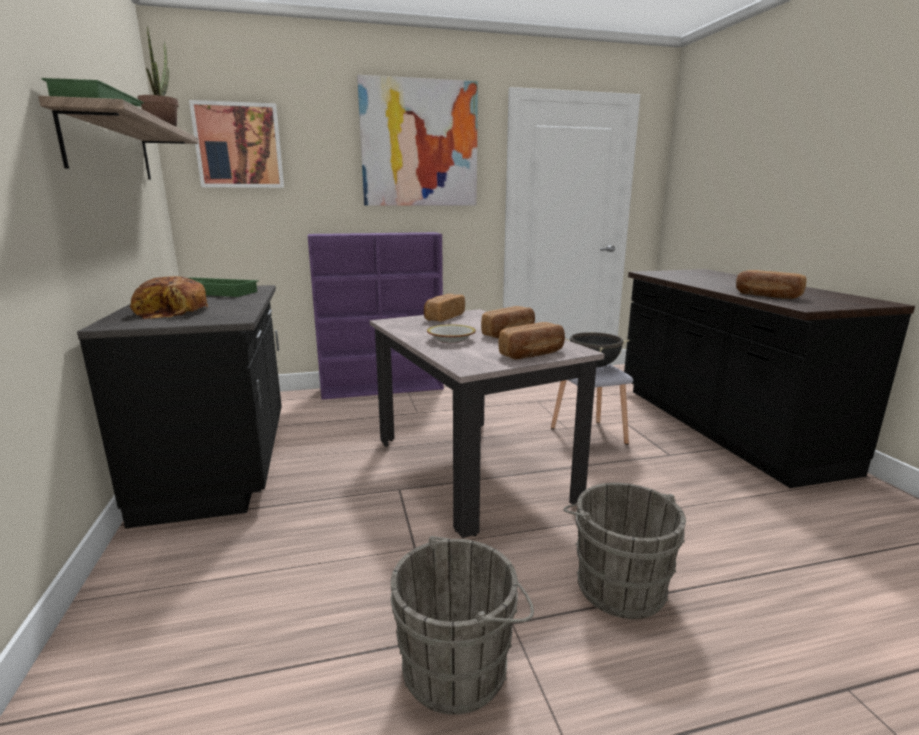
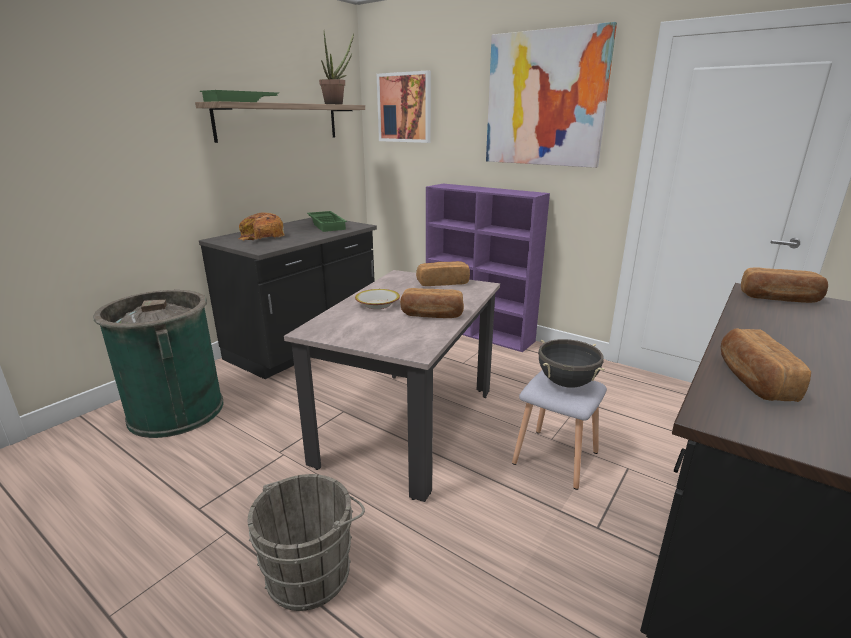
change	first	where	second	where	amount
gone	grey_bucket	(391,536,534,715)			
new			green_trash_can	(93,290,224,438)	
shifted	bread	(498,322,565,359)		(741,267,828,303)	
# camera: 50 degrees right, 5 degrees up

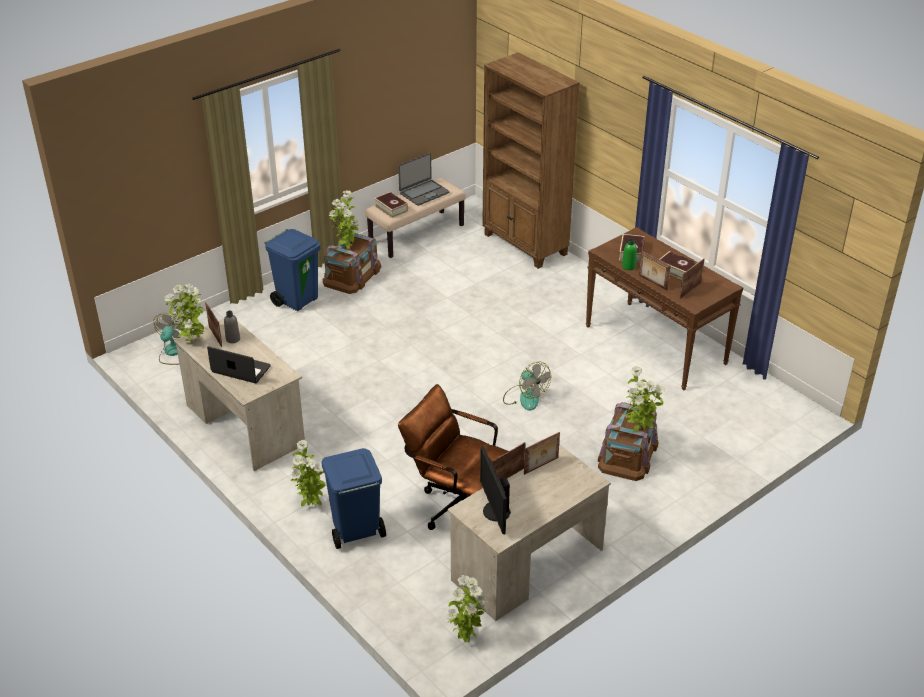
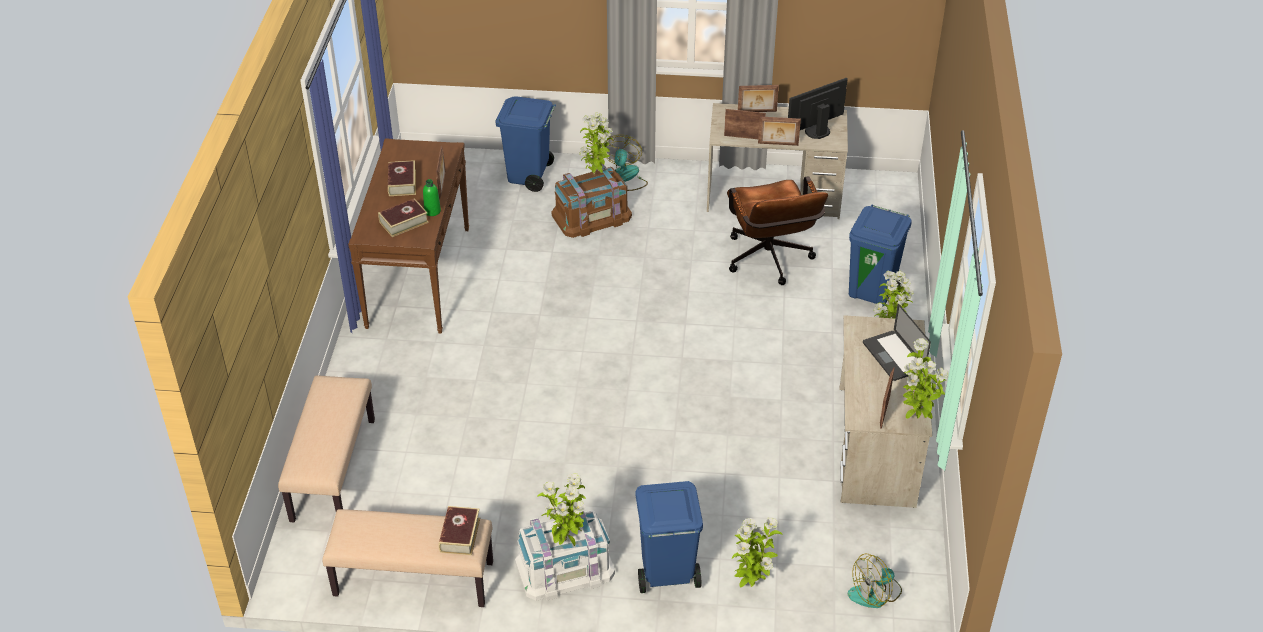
change	first	where	second	where	amount
gone	grey_bottle	(224,311,240,343)			
gone	laptop	(398,153,450,206)			
new			blue_trash_can	(495,96,556,192)	
shifted	potted_plant	(446,575,488,643)		(732,517,783,587)	
shifted	fan	(503,362,551,411)		(605,135,648,191)	
shifted	picture_frame	(680,259,704,299)		(738,85,779,112)	
swapped	brown_bookcase	(482,52,580,269)	beige_bench	(278,375,375,522)	
repainted	brown_storage_box	(323,233,381,294)	white_storage_box	(515,511,615,601)	
rotated	monitor	(480,446,511,535)		(788,78,848,139)	150 degrees counterclockwise
# camera: 135 degrees left, 5 degrees up

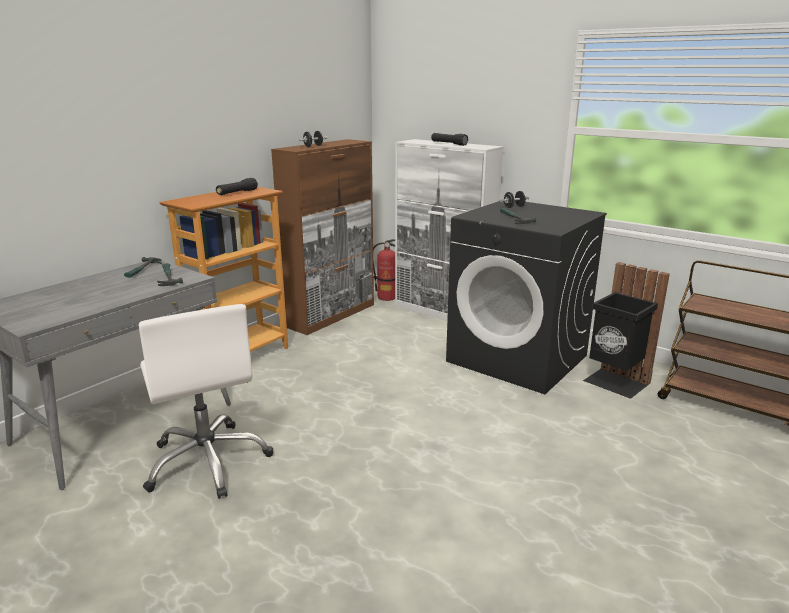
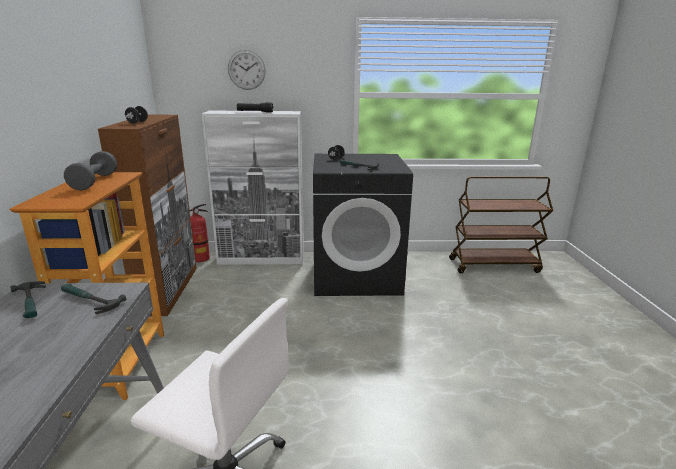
change	first	where	second	where	amount
gone	black_trash_can	(583,262,670,399)			
new			wall_clock	(228,50,266,90)	
swapped	black_flashlight	(216,178,258,195)	grey_dumbbell	(64,151,117,191)	
# camera: 40 degrees left, 0 degrees up

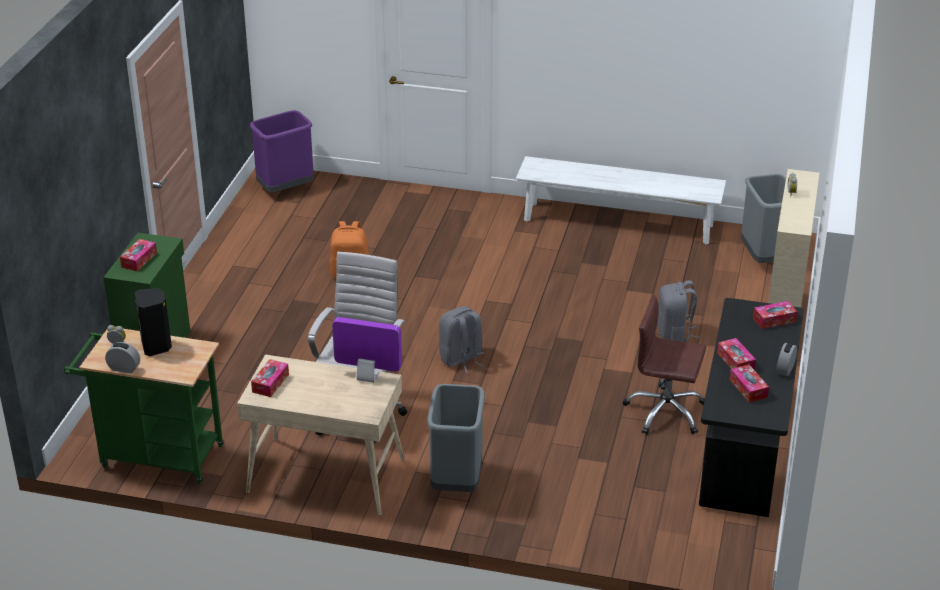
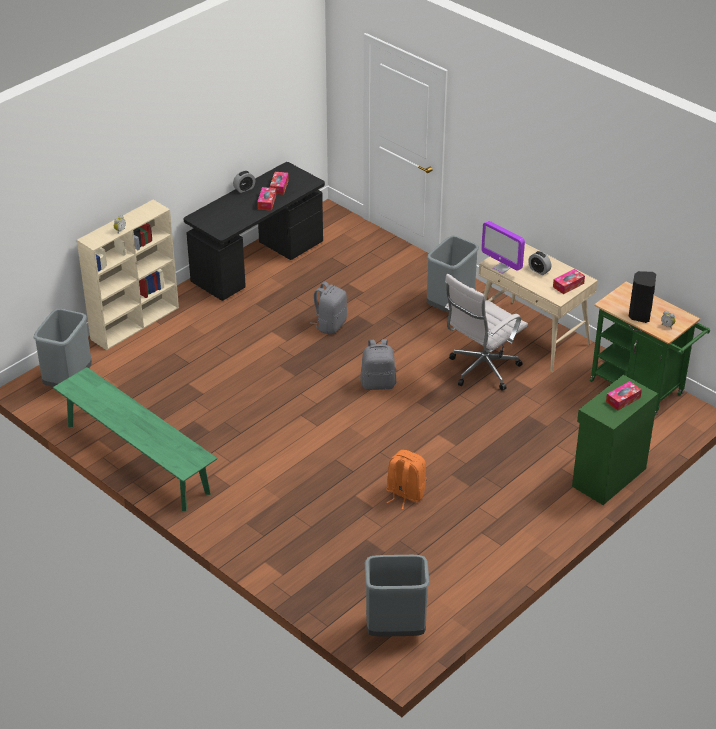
change	first	where	second	where	amount
gone	brown_office_chair	(623,295,706,435)			
gone	tissue_box	(753,301,797,329)			
shifted	alarm_clock	(105,342,140,373)		(528,251,551,275)	
shifted	grey_backpack	(657,280,700,342)		(310,281,347,334)	
repainted	purple_trash_can	(250,110,314,192)	grey_trash_can	(365,555,430,637)	
repainted	white_bench	(516,156,726,244)	green_bench	(53,367,217,511)	
# camera: 150 degrees left, 5 degrees up

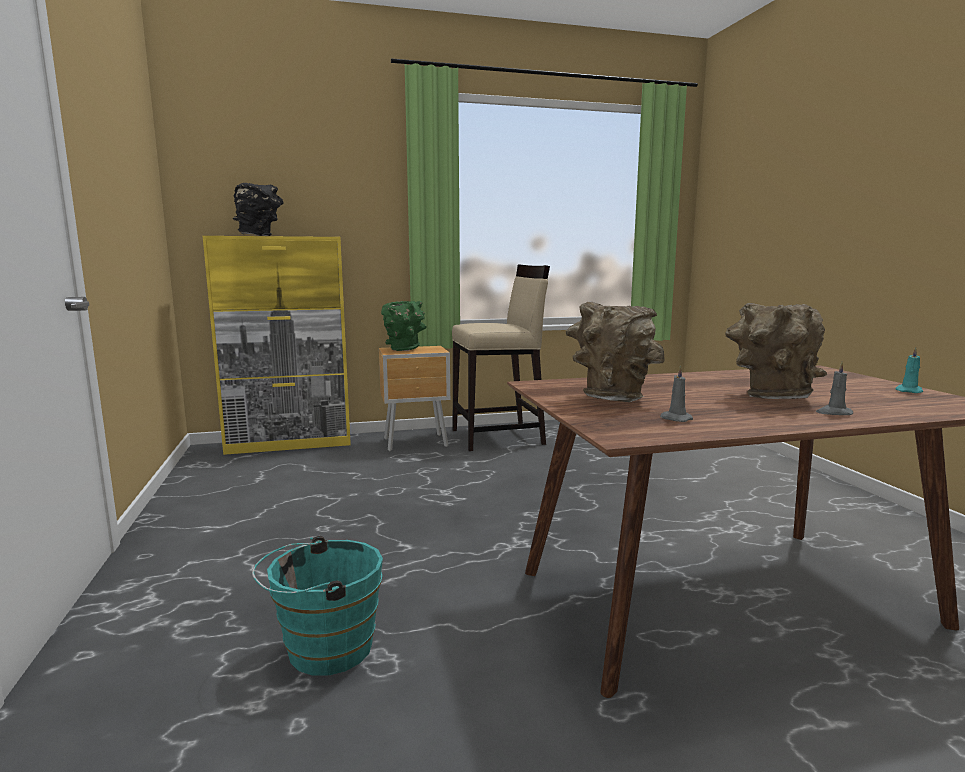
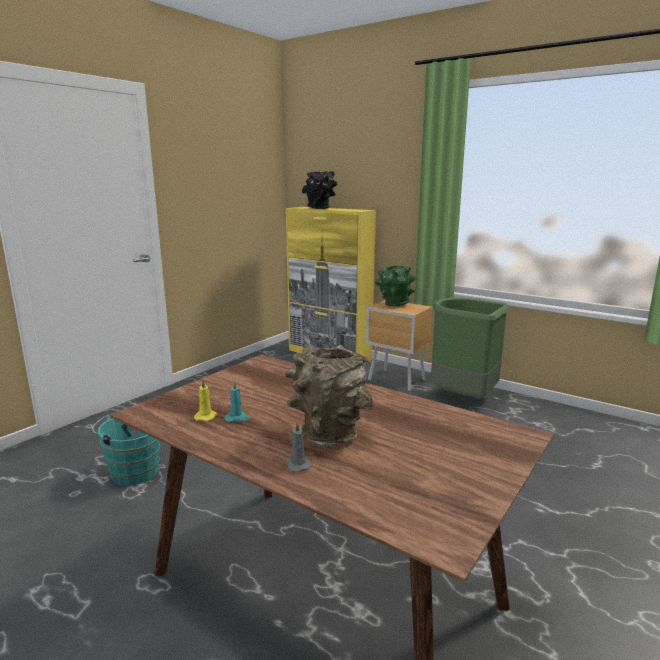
change	first	where	second	where	amount
gone	brown_vase	(566,301,665,402)			
shifted	turquoise_candle	(895,347,923,393)		(225,380,251,422)	
swapped	beige_stool	(452,264,550,451)	green_trash_can	(431,298,510,399)	
repainted	grey_candle	(660,366,693,422)	yellow_candle	(194,380,217,421)	
# camera: 50 degrees right, 5 degrees up

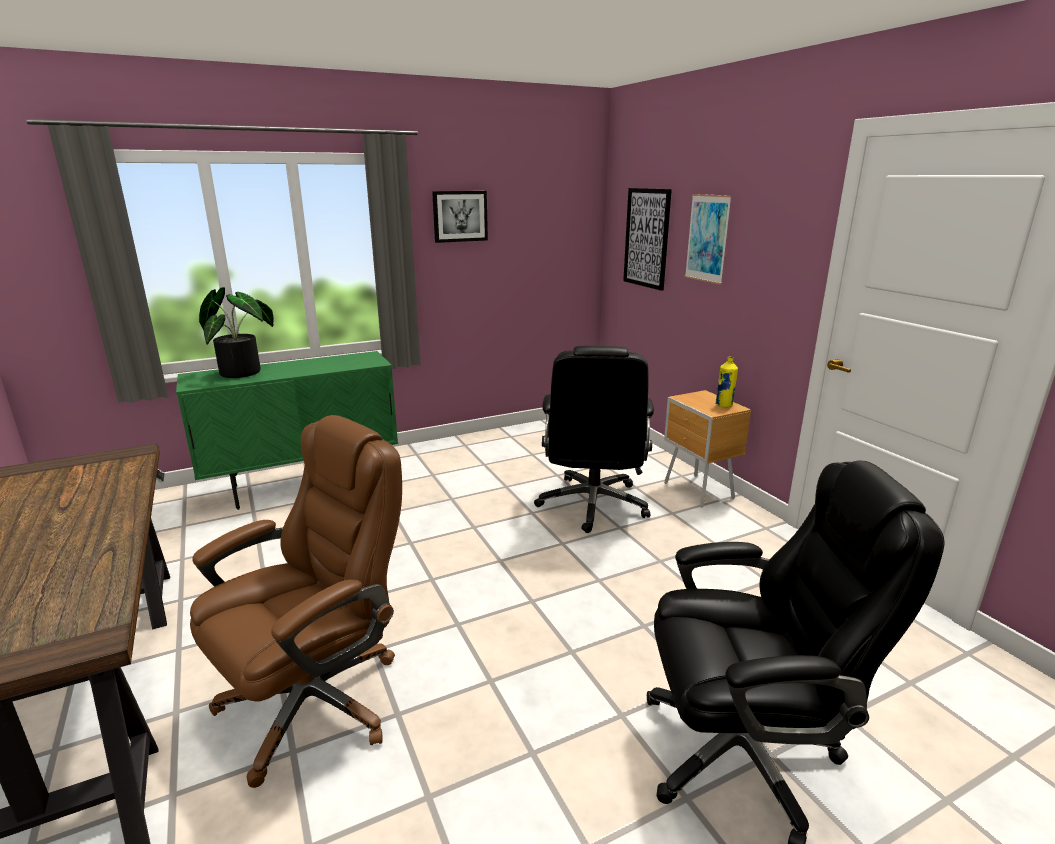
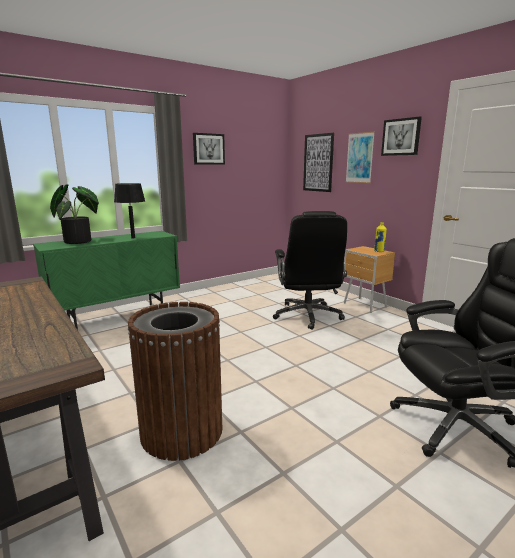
change	first	where	second	where	amount
new			black_table_lamp	(114,183,145,238)	
new			picture	(381,117,422,156)	
swapped	brown_office_chair	(190,415,402,788)	brown_trash_can	(128,302,222,461)	
# camera: 10 degrees left, 5 degrees down

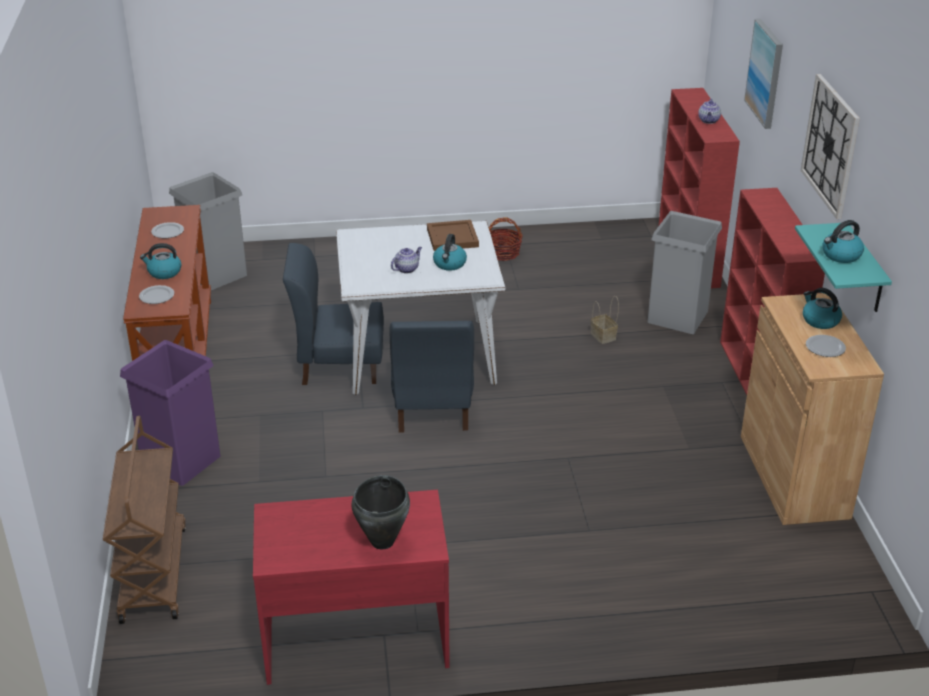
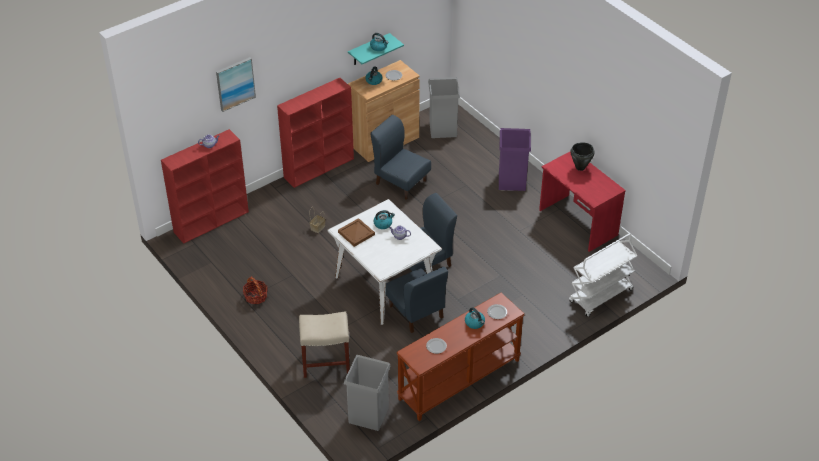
change	first	where	second	where	amount
gone	wall_clock	(801,74,860,219)			
new			beige_stool	(299,311,350,378)	
new			blue_chair	(371,115,431,200)	
shifted	purple_trash_can	(120,340,220,486)		(499,128,531,191)	
shifted	grey_trash_can	(648,211,722,334)		(428,77,460,138)	
repainted	brown_cart	(103,416,186,624)	white_cart	(569,233,638,317)	
# camera: 120 degrees left, 10 degrees up

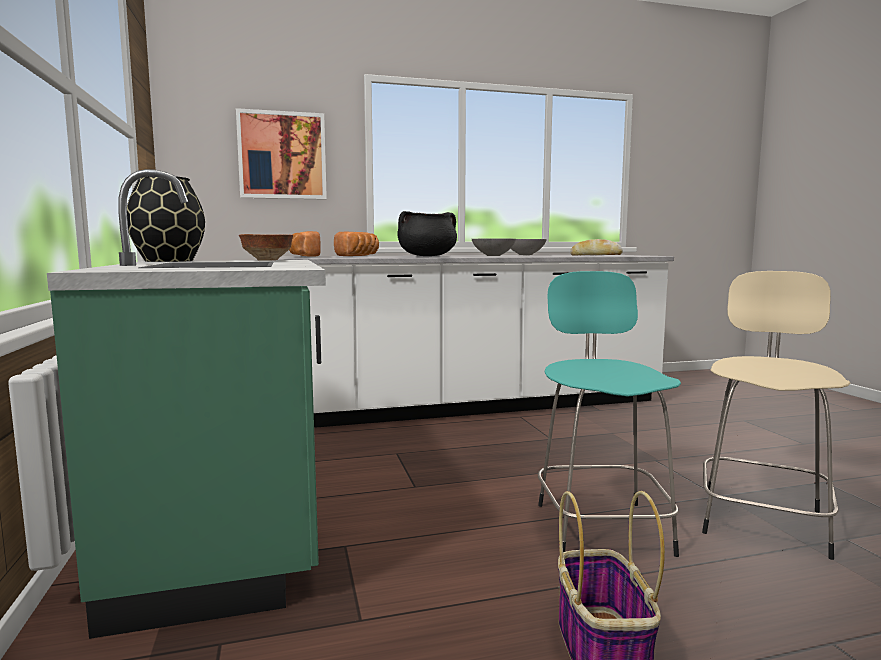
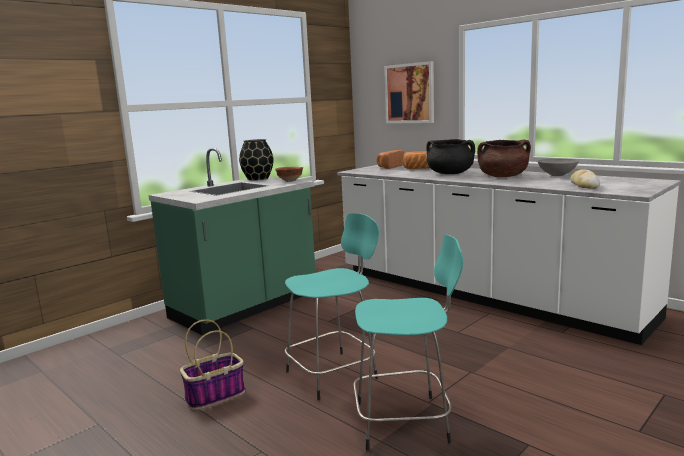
change	first	where	second	where	amount
swapped	grey_bowl	(472,239,516,256)	brown_cooking_pot	(477,139,531,177)	
repainted	beige_stool	(702,271,850,560)	turquoise_stool	(353,235,463,451)	
# camera: 60 degrees right, 5 degrees up

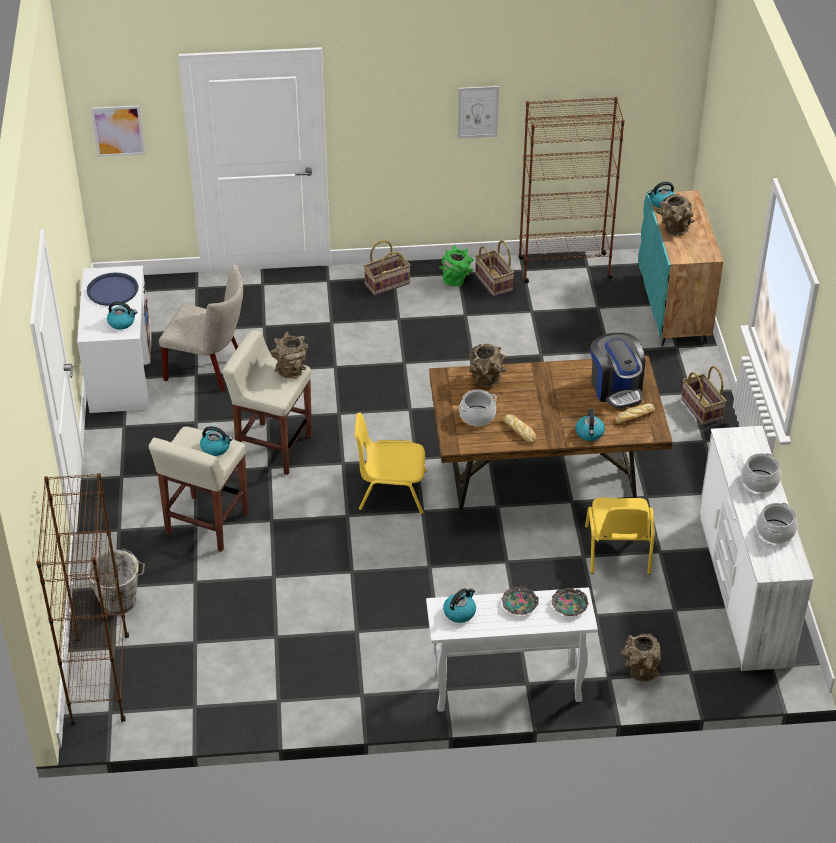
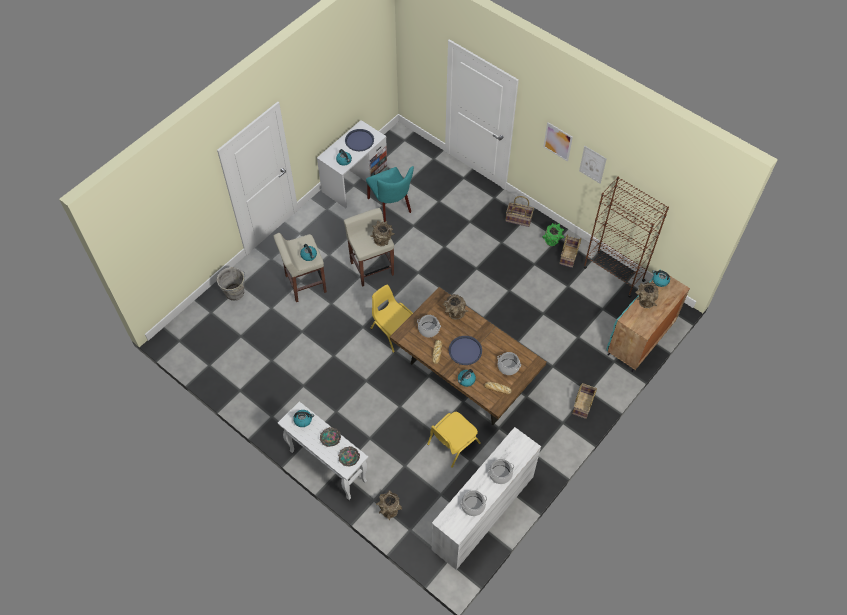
change	first	where	second	where	amount
gone	brown_bookcase	(36,473,129,725)			
new			blue_tray	(448,336,482,365)	
shifted	picture	(91,105,146,157)		(543,122,573,162)	
swapped	coffee_machine	(591,333,645,409)	cooking_pot	(497,352,521,375)	
repainted	beige_chair	(159,264,243,392)	turquoise_chair	(366,166,414,222)	
# camera: 45 degrees right, 15 degrees up

